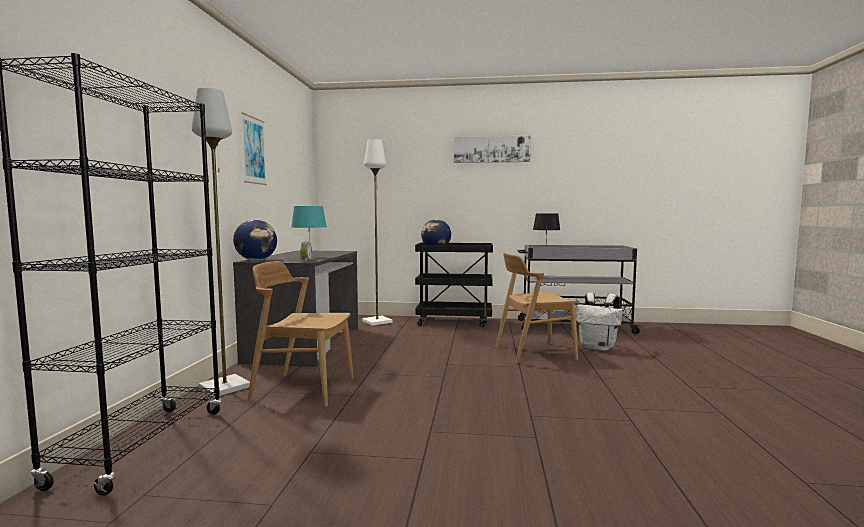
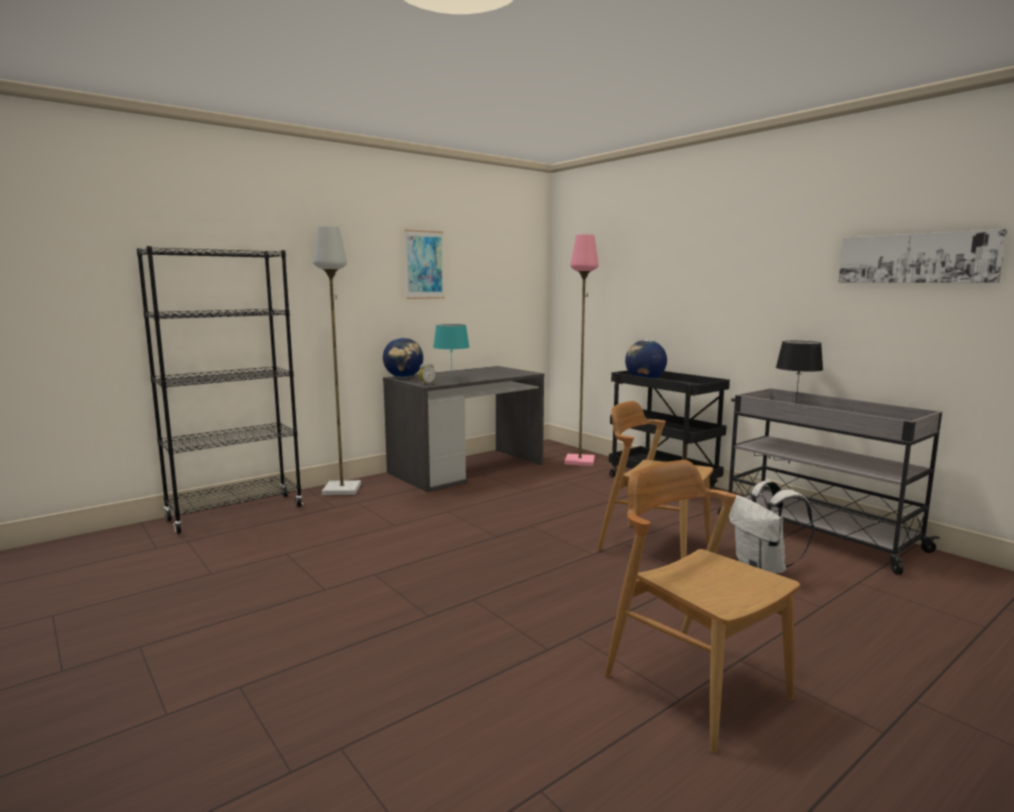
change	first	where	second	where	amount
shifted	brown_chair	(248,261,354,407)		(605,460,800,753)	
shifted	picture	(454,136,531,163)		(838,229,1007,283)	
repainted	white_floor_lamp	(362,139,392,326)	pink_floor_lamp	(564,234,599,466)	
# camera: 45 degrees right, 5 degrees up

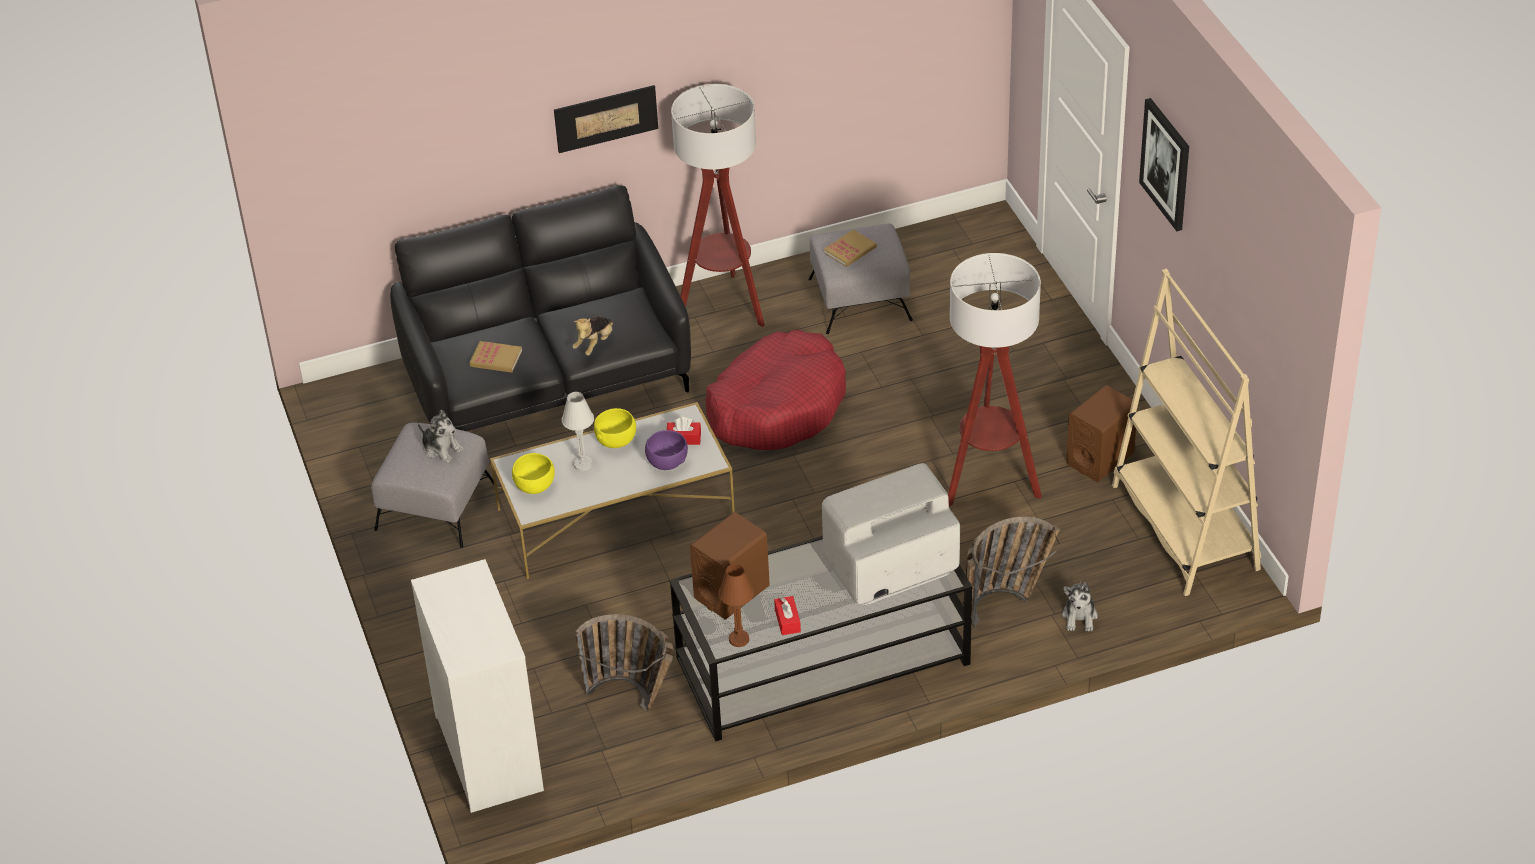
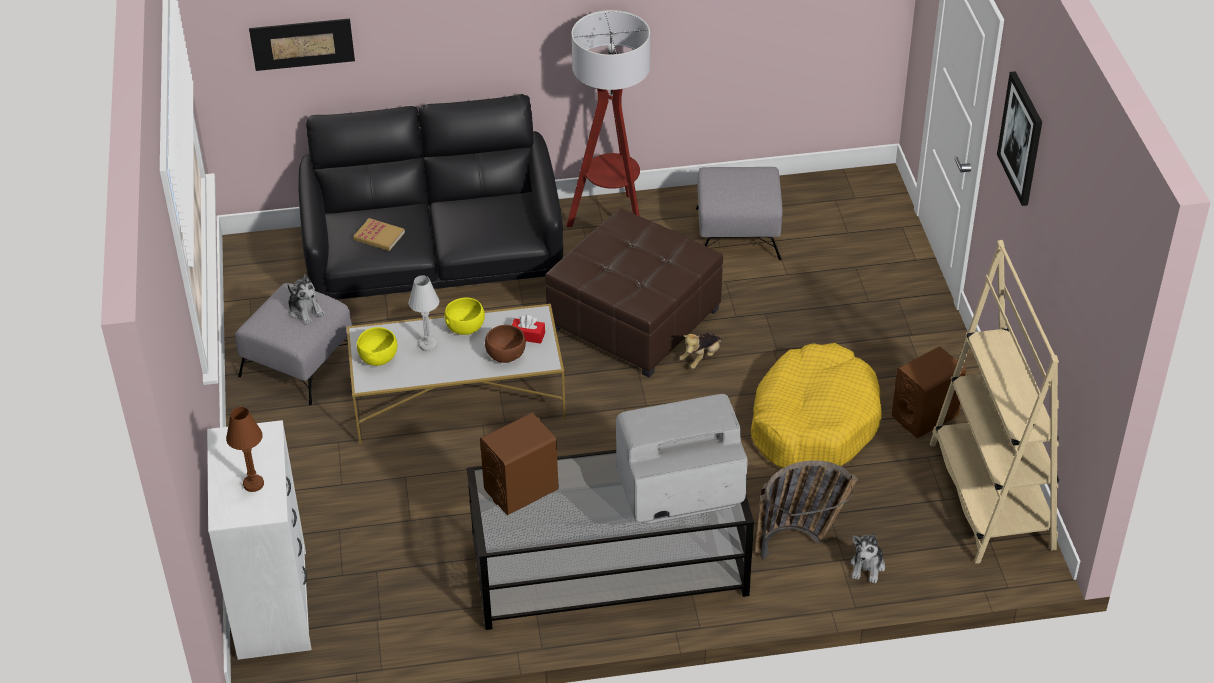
change	first	where	second	where	amount
gone	basket	(575,614,674,711)			
gone	red_tissue_box	(774,596,801,635)			
gone	book	(824,229,877,267)			
shifted	picture	(554,85,658,153)		(249,18,355,71)	
shifted	plush_toy	(572,316,614,355)		(679,333,722,369)	
shifted	brown_table_lamp	(719,564,754,647)		(226,407,264,492)	
swapped	red_dog_bed	(706,330,846,450)	brown_ottoman	(545,208,723,377)	
swapped	floor_lamp	(948,253,1042,506)	yellow_dog_bed	(751,343,882,468)	
repainted	purple_bowl	(645,430,688,470)	brown_bowl	(485,325,526,363)	
# camera: 10 degrees right, 0 degrees up

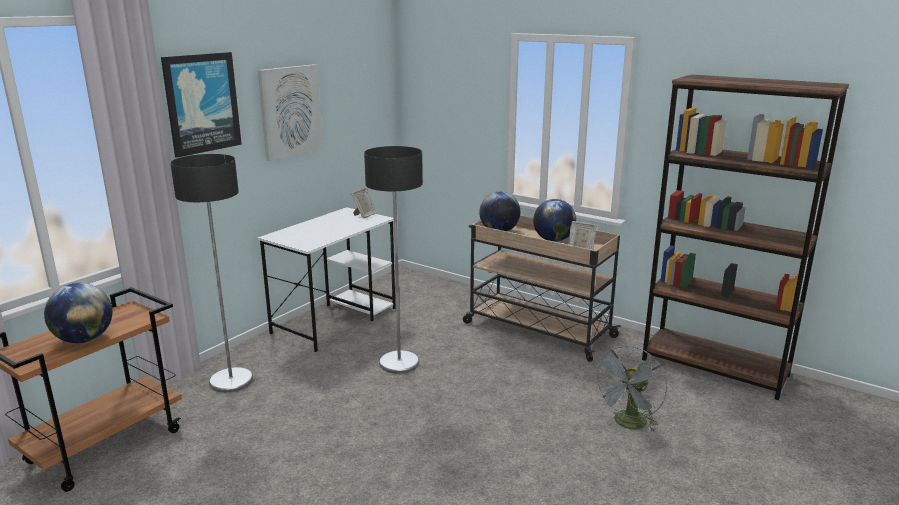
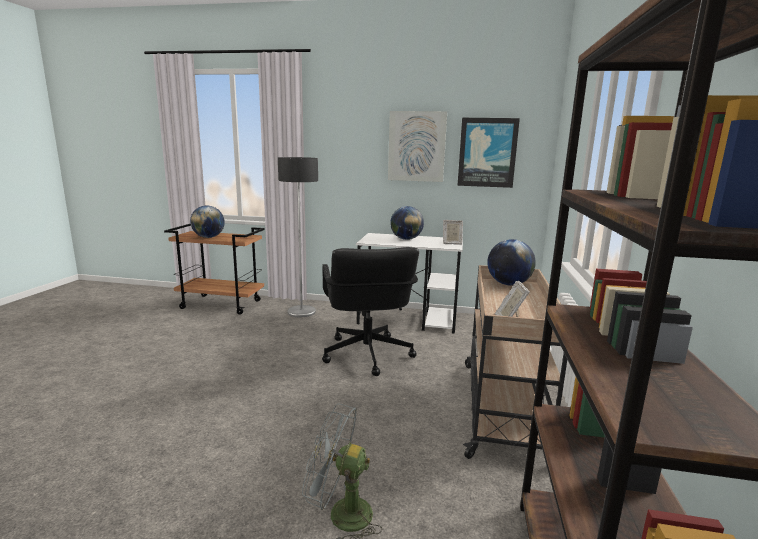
change	first	where	second	where	amount
shifted	picture	(161,52,242,158)		(457,118,520,188)	
shifted	globe	(533,199,576,242)		(390,206,424,240)	
swapped	floor_lamp	(364,146,423,373)	black_office_chair	(322,247,419,376)	
# camera: 65 degrees right, 5 degrees down

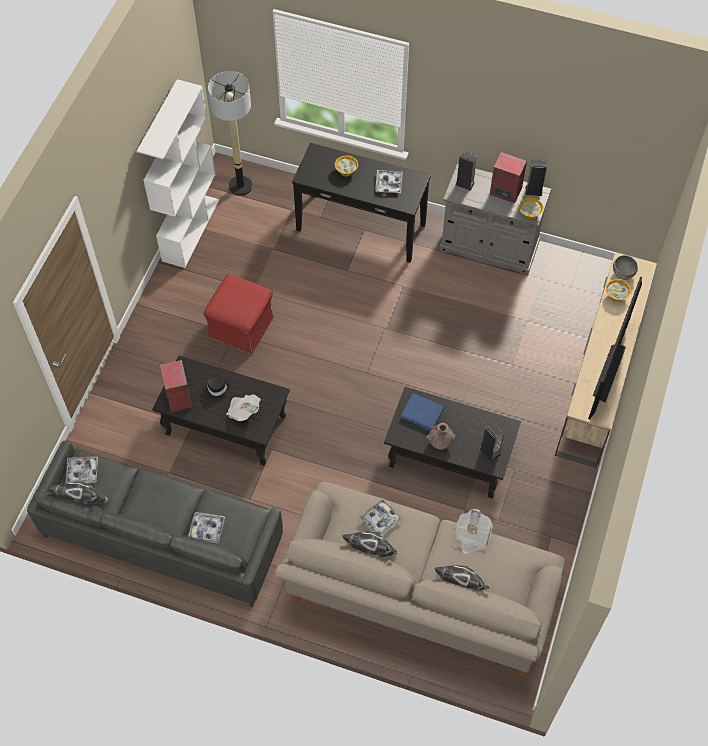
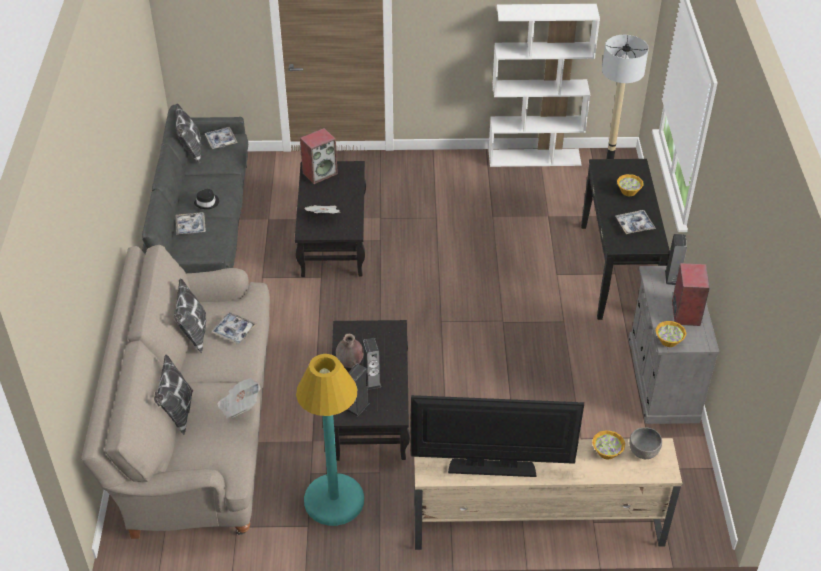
change	first	where	second	where	amount
gone	red_ottoman	(203,274,274,354)			
gone	blue_book	(401,393,444,430)			
new			turquoise_floor_lamp	(296,354,364,526)	
shifted	black_hat	(204,376,229,398)		(194,189,219,209)	
shifted	speaker	(525,159,547,196)		(363,338,381,390)	
# camera: 70 degrees right, 15 degrees down

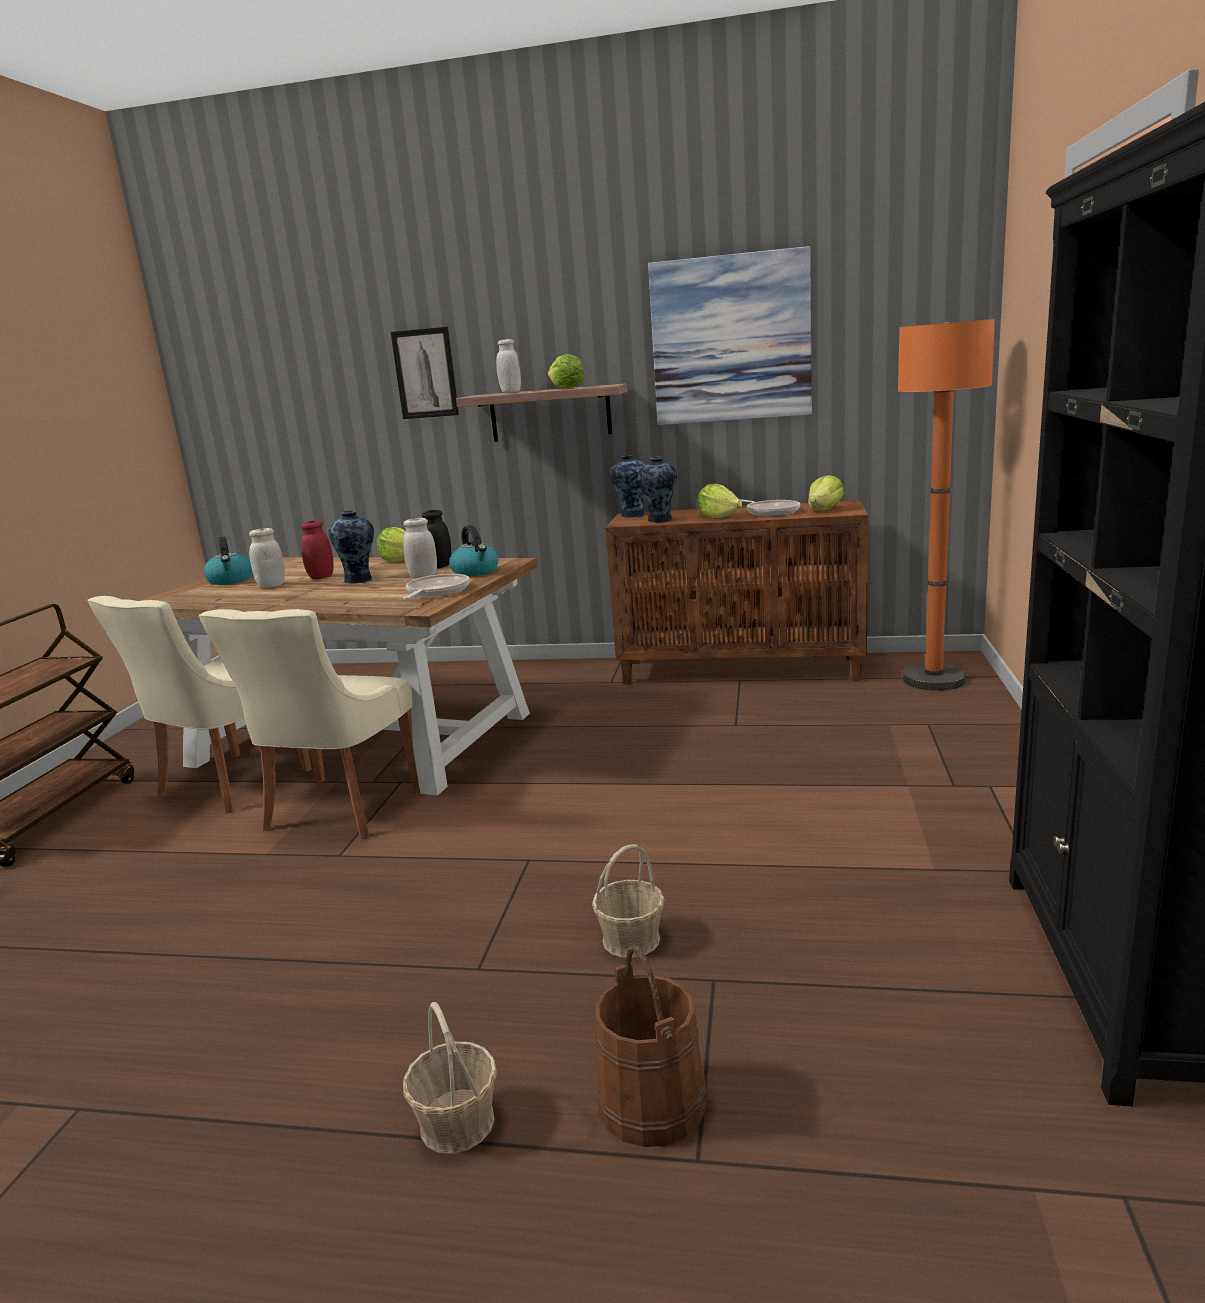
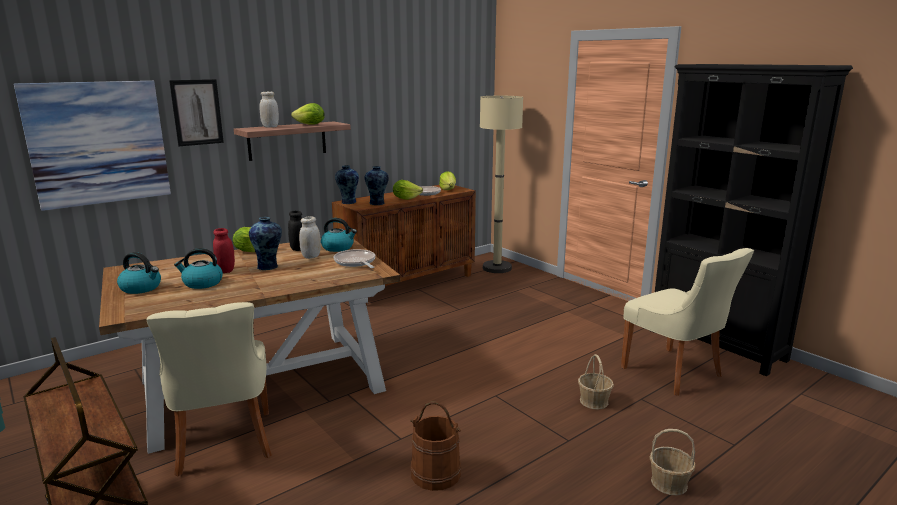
change	first	where	second	where	amount
shifted	beige_chair	(198,609,420,839)		(621,248,754,396)	
shifted	brown_bucket	(594,945,707,1147)		(410,401,461,491)	
shifted	picture	(648,246,812,425)		(14,80,171,211)	
swapped	white_jar	(249,528,285,588)	kettle	(174,248,223,289)	
repainted	orange_floor_lamp	(898,319,995,691)	beige_floor_lamp	(480,96,523,273)	
# camera: 50 degrees left, 0 degrees up

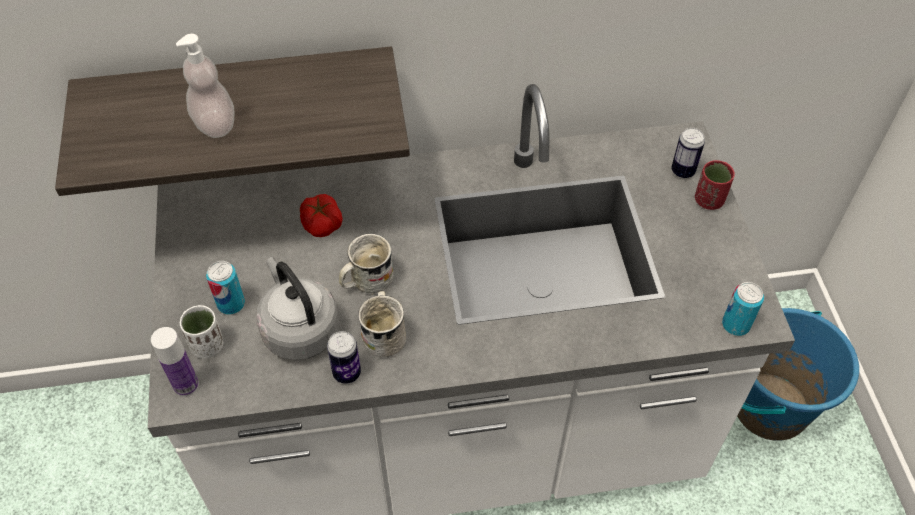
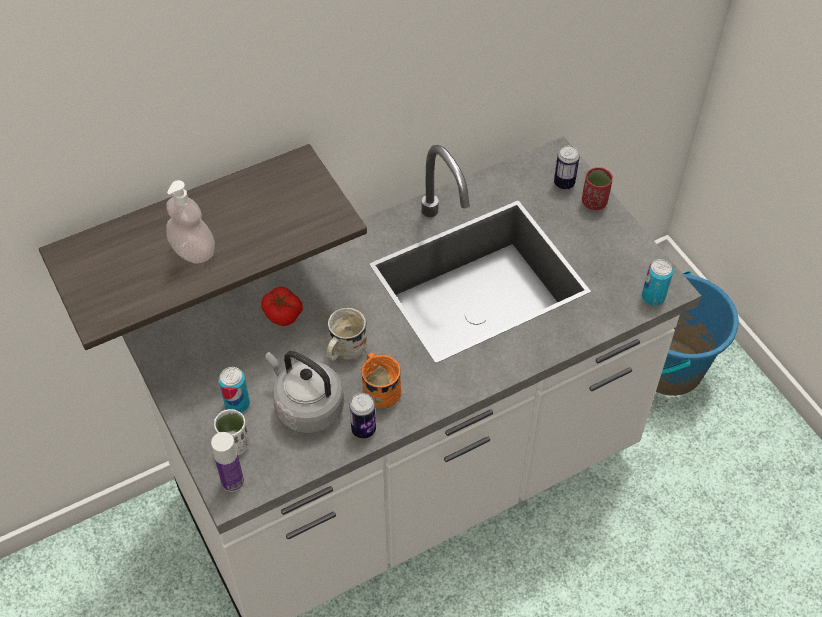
change	first	where	second	where	amount
repainted	white_mug	(358,291,406,357)	orange_mug	(361,353,401,409)	
# camera: 20 degrees left, 0 degrees up

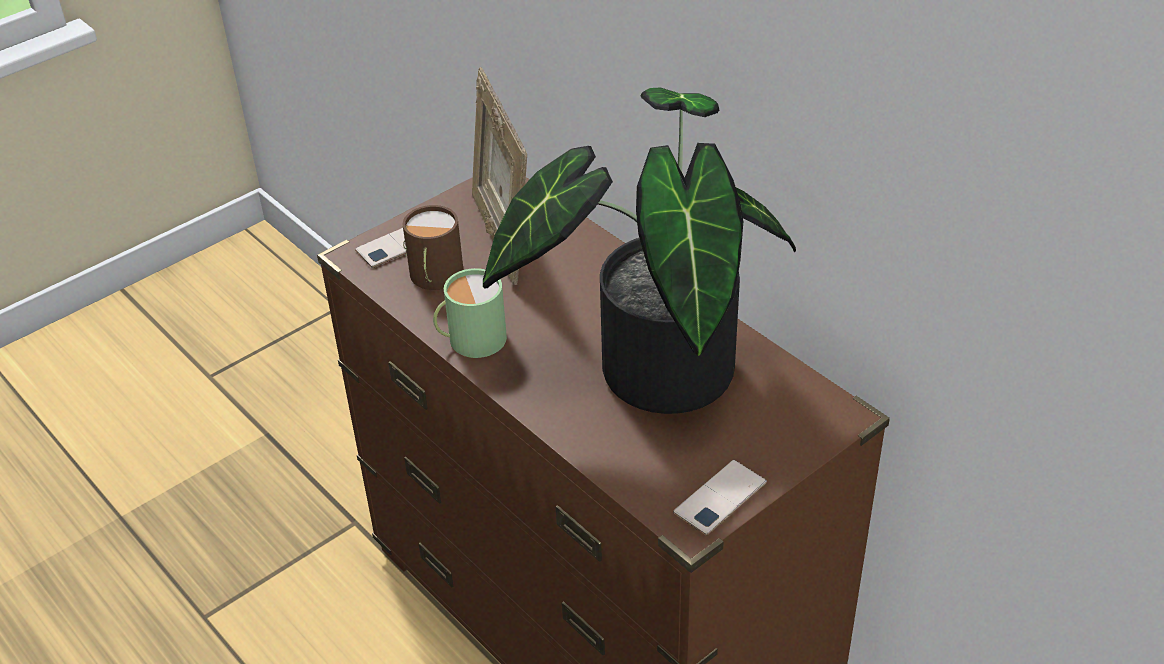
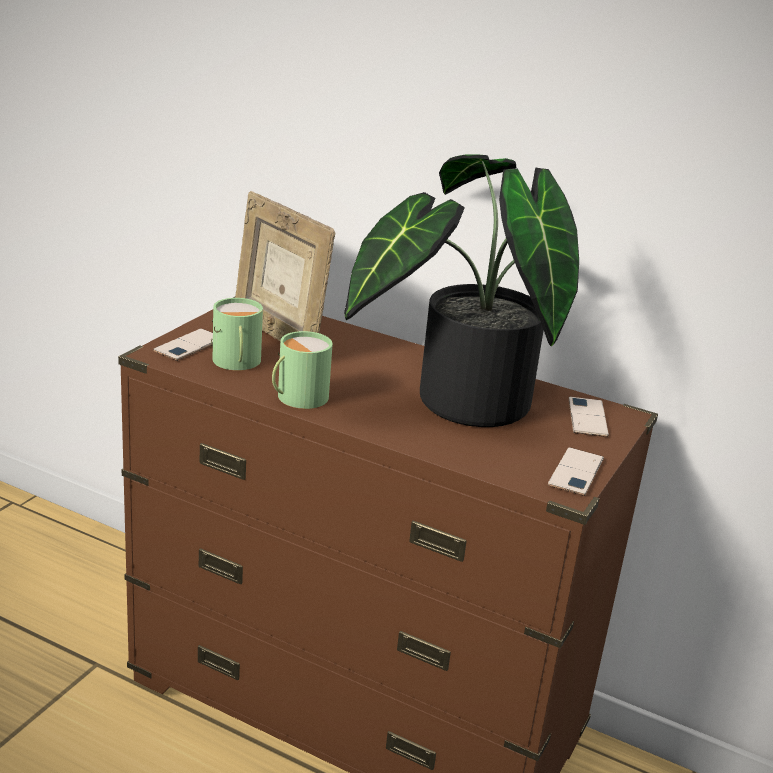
change	first	where	second	where	amount
new			phone	(568,397,609,437)	
repainted	brown_mug	(403,205,463,290)	green_mug	(211,298,263,371)	
# camera: 25 degrees left, 15 degrees down

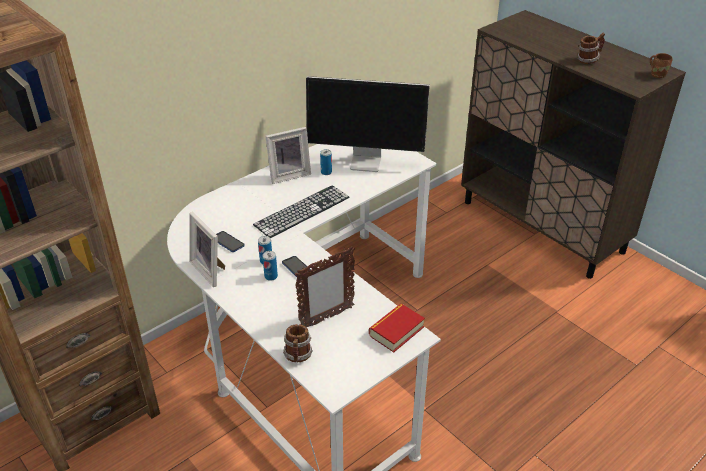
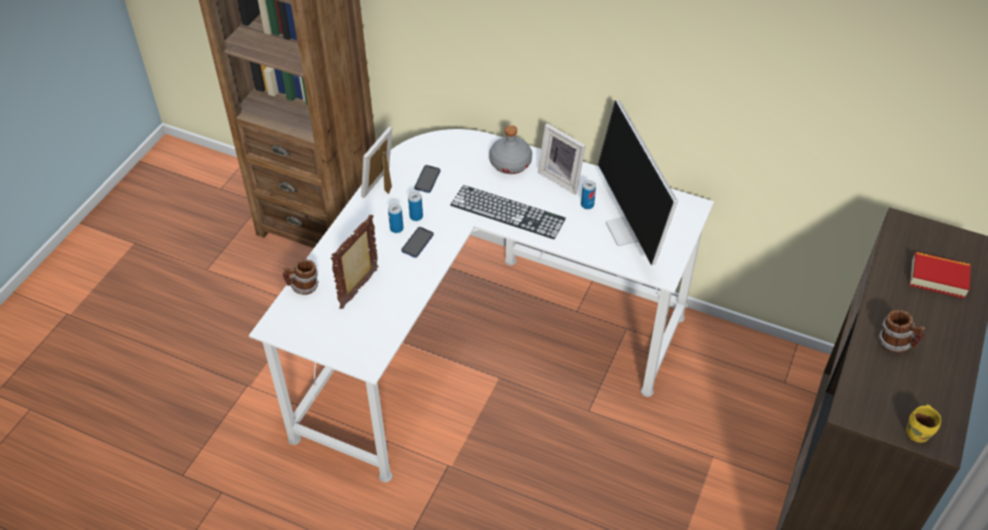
change	first	where	second	where	amount
new			grey_bottle	(489,125,532,174)	
shifted	book	(369,304,425,352)		(909,252,971,299)	
repainted	brown_mug	(650,53,673,78)	yellow_mug	(906,404,941,443)	
rotated	picture_frame	(294,246,355,327)		(330,215,379,309)	90 degrees clockwise
# camera: 65 degrees right, 10 degrees up

